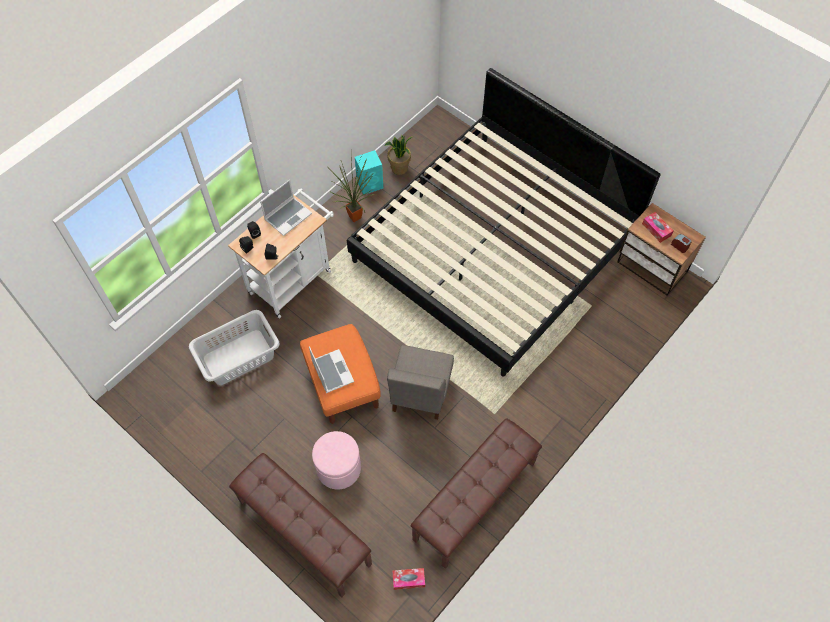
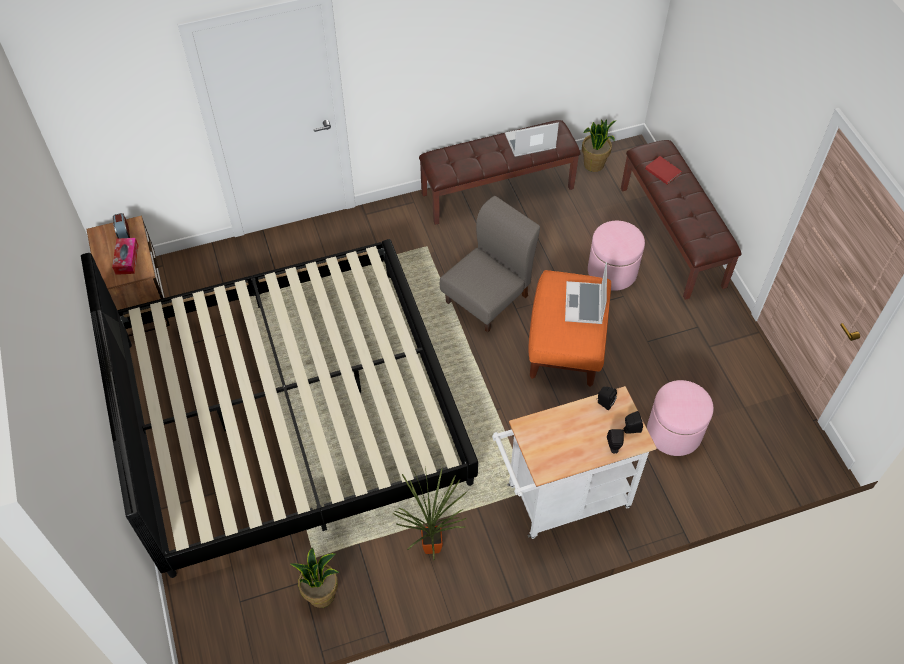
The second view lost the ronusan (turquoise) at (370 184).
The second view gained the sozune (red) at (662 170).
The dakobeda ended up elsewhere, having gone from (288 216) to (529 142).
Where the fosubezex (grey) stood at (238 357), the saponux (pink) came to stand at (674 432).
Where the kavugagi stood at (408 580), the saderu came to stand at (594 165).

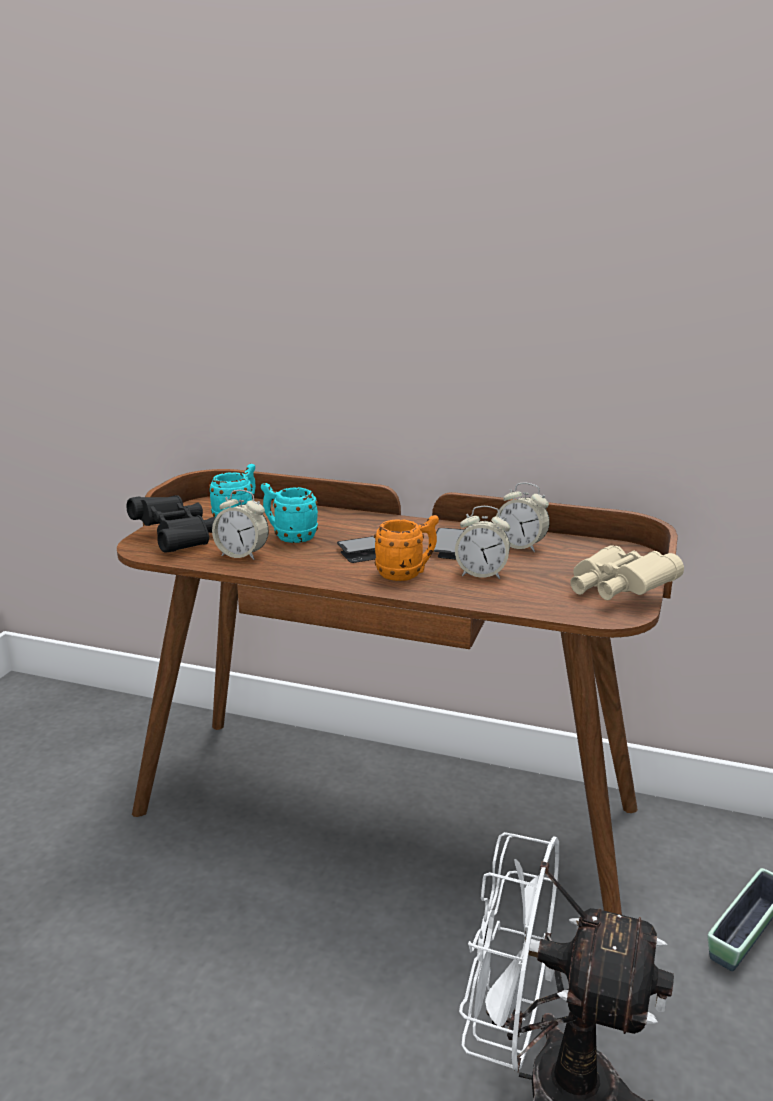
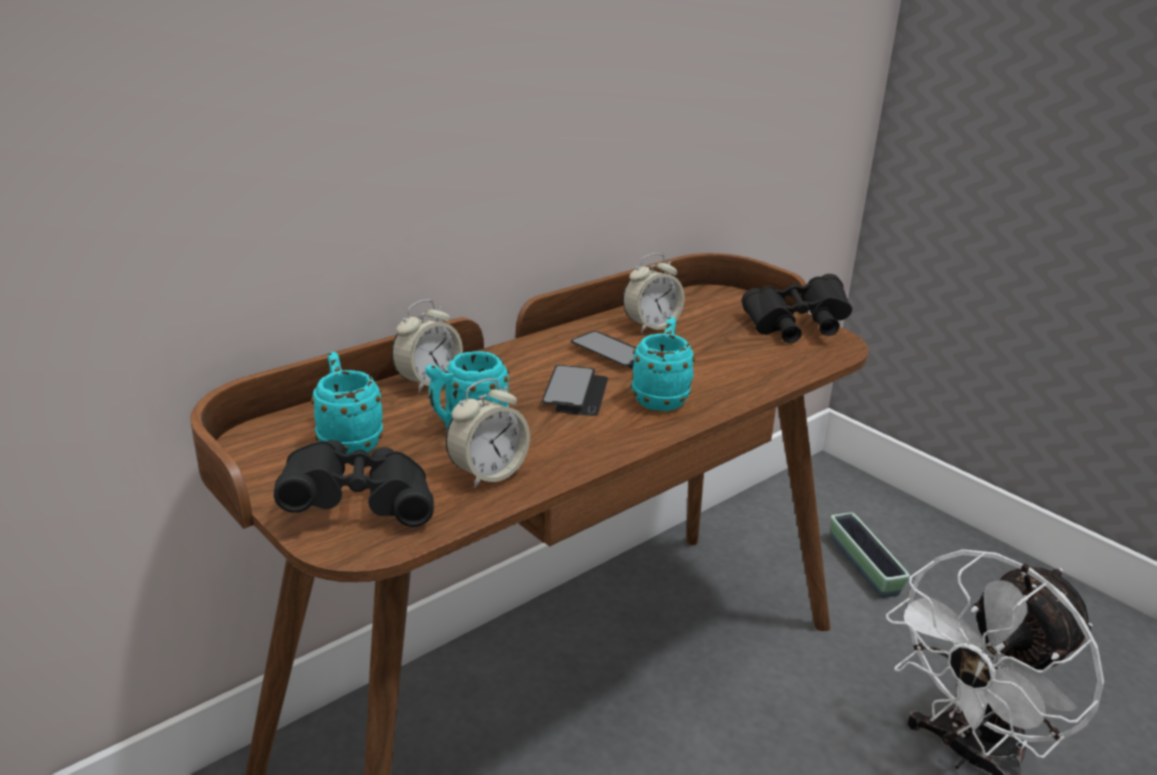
The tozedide ended up elsewhere, having gone from (481 574) to (428 382).
What was the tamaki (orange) at (407 574) turned into the tamaki (turquoise) at (661 397).
What was the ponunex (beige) at (616 592) turned into the ponunex (black) at (795 328).

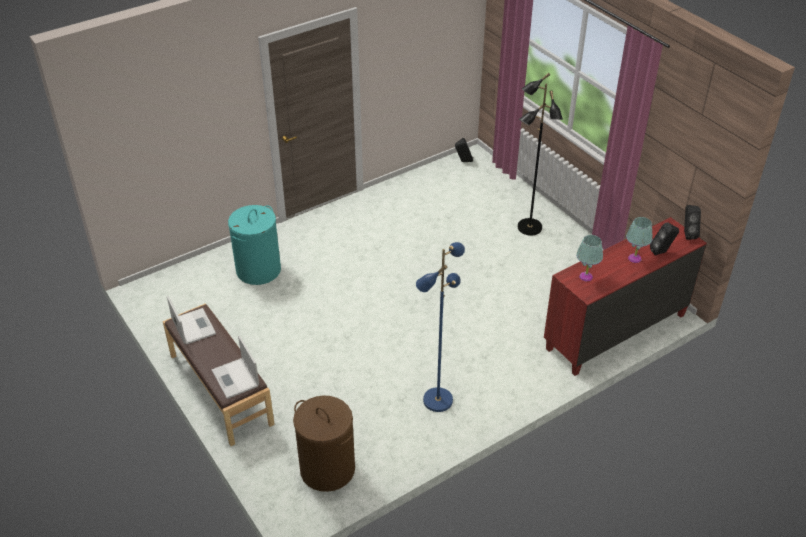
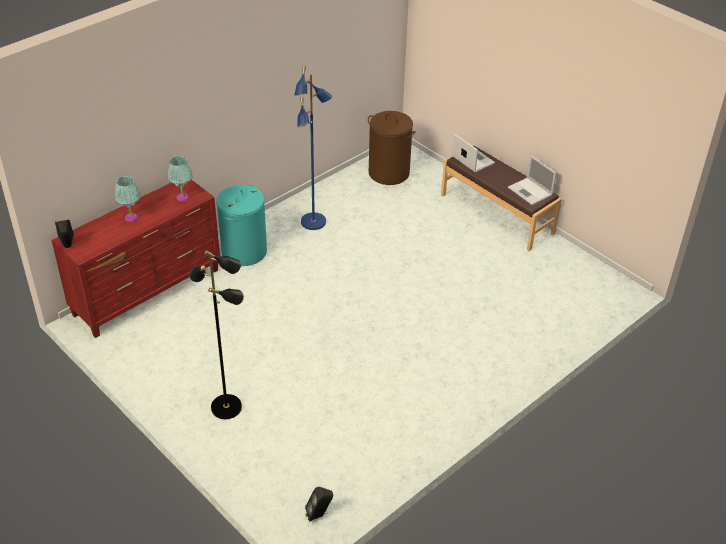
The second view lost the ronusan (black) at (662 252).
The fosubezex (turquoise) ended up elsewhere, having gone from (258 270) to (244 251).

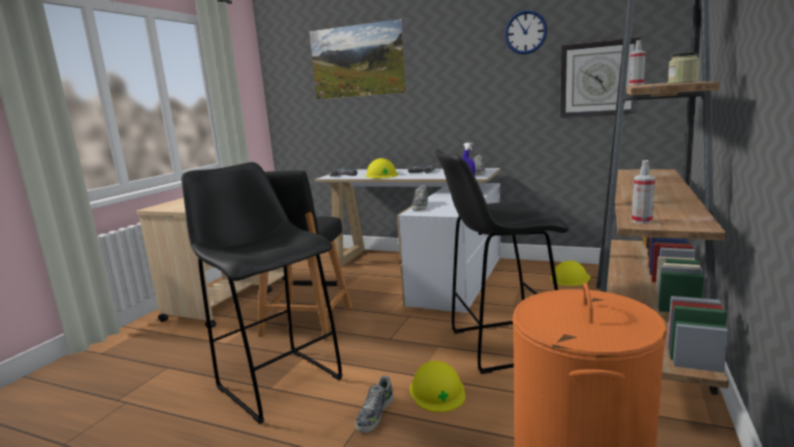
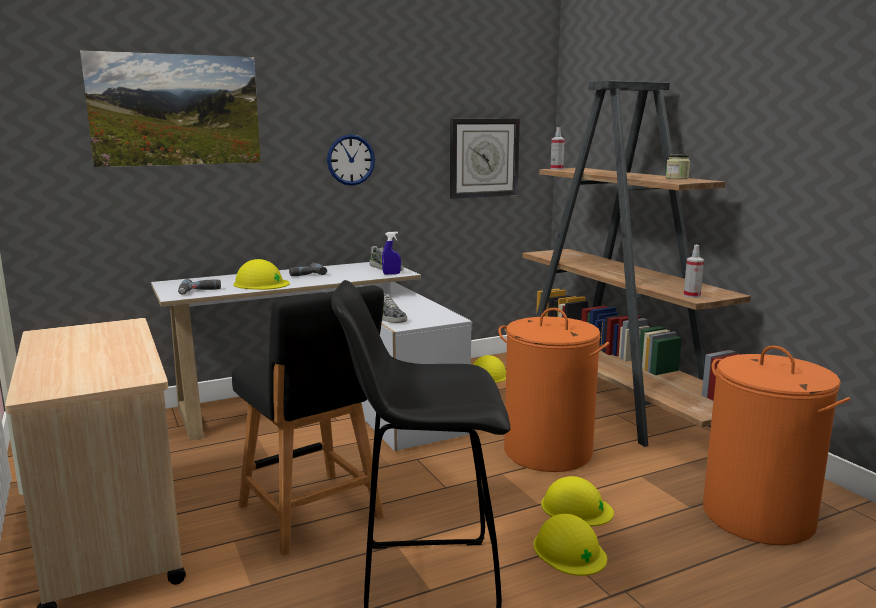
The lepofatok ended up elsewhere, having gone from (525 32) to (351 160).
Where the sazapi stood at (374 413), the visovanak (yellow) came to stand at (569 550).
Where the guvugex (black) stood at (499 346), the fosubezex (orange) came to stand at (547 452).

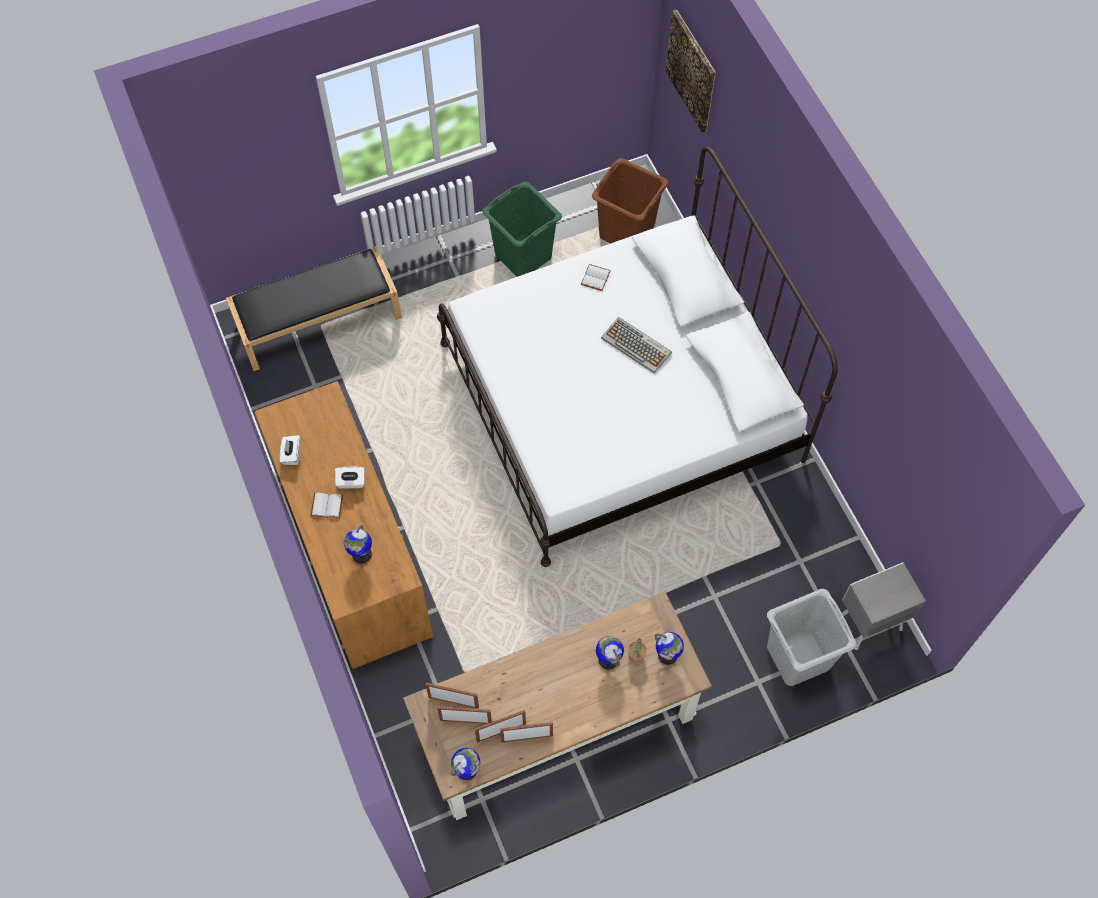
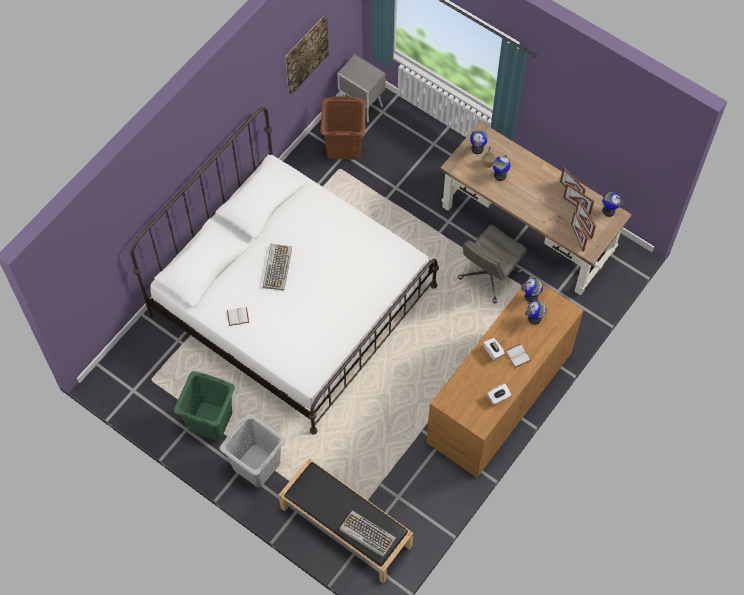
The second view gained the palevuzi at (367 534).
The second view gained the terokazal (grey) at (489 276).
The second view gained the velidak at (531 296).
The fosubezex (brown) ended up elsewhere, having gone from (626 232) to (344 146).
The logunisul ended up elsewhere, having gone from (692 71) to (306 54).
The fosubezex (grey) ended up elsewhere, having gone from (798 657) to (256 464).

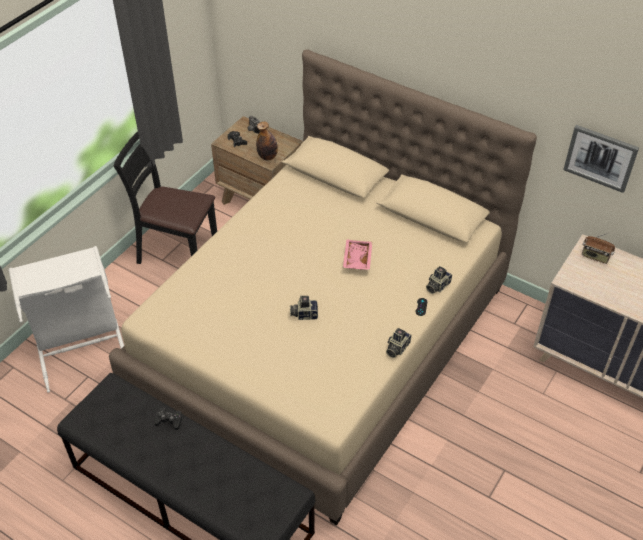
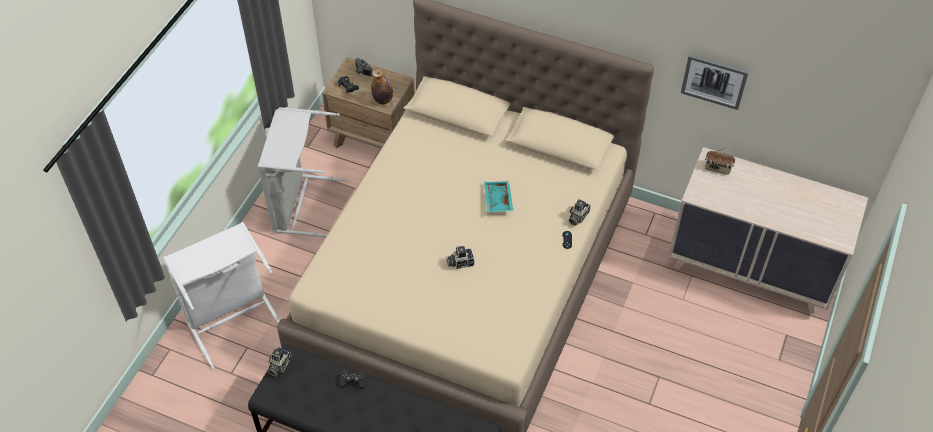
The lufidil ended up elsewhere, having gone from (396 348) to (278 365).
Where the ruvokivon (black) stood at (177 250), the fosubezex (grey) came to stand at (301 205).
What was the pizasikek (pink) at (356 259) turned into the pizasikek (turquoise) at (497 200).

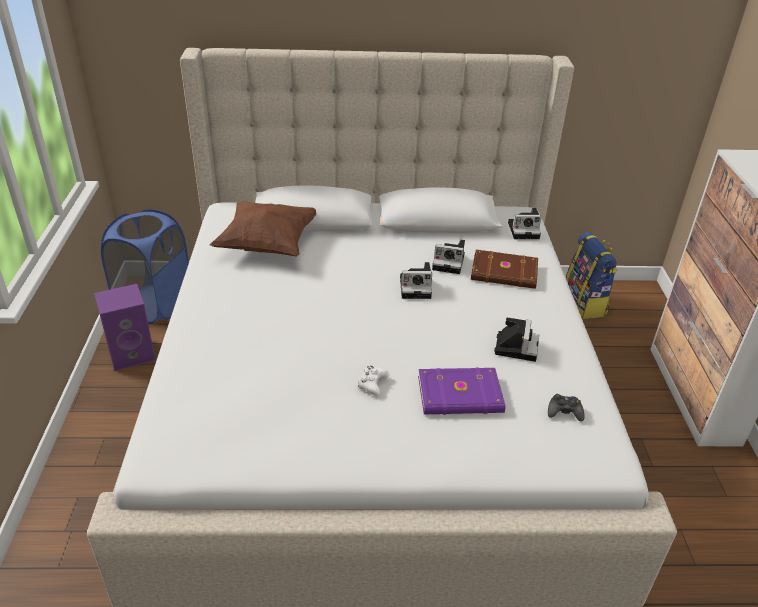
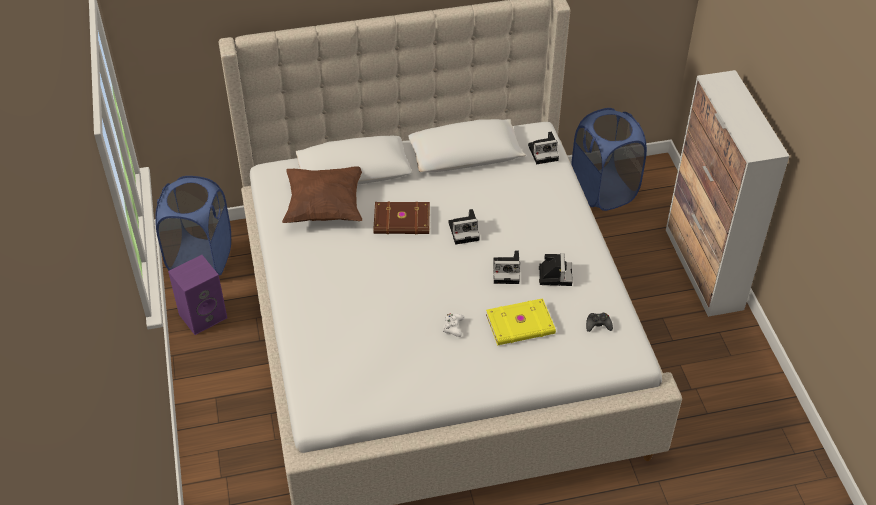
The lufidil ended up elsewhere, having gone from (450 262) to (507 271).
The sozune (brown) ended up elsewhere, having gone from (504 273) to (402 221).
Where the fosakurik stood at (585 304), the fosubezex (blue) came to stand at (603 191).
What was the sozune (purple) at (460 396) turned into the sozune (yellow) at (521 325).

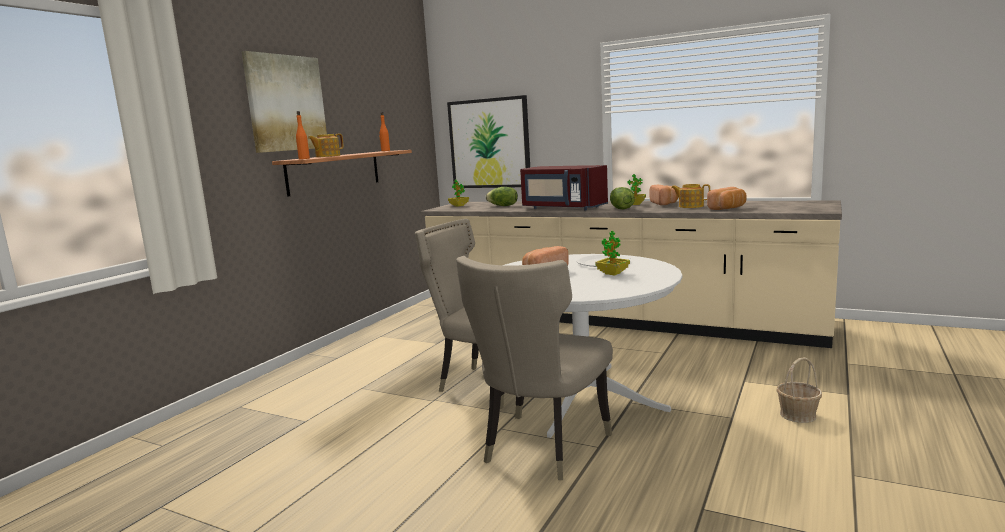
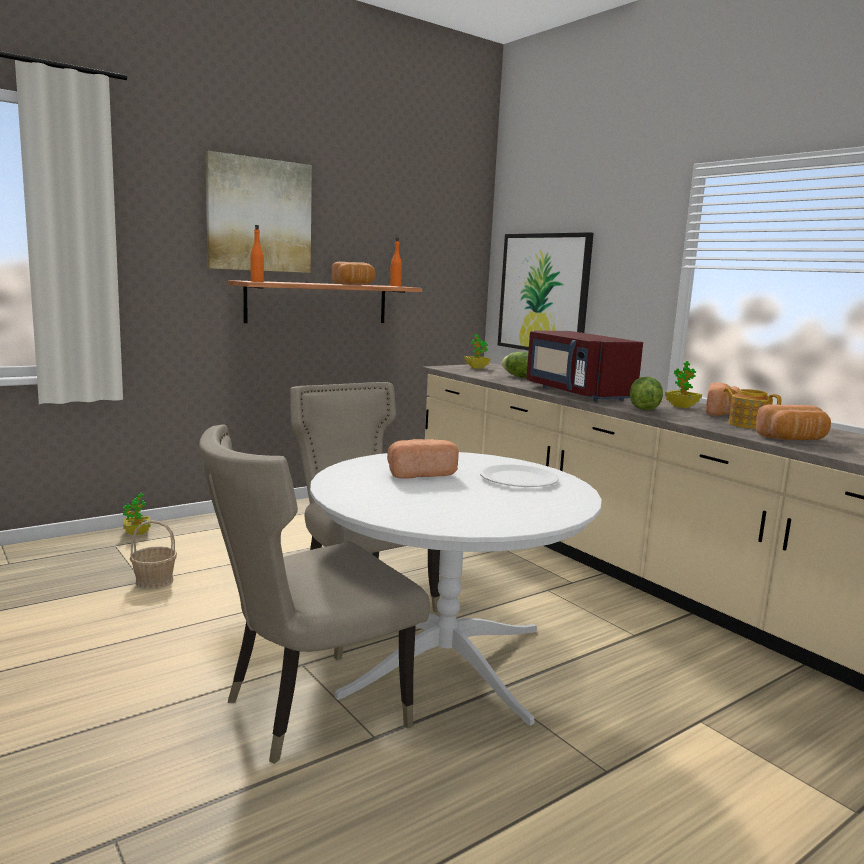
The second view lost the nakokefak at (327 156).
The second view gained the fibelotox at (354 284).
The saderu ended up elsewhere, having gone from (612 273) to (137 532).
The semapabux ended up elsewhere, having gone from (797 415) to (154 581).

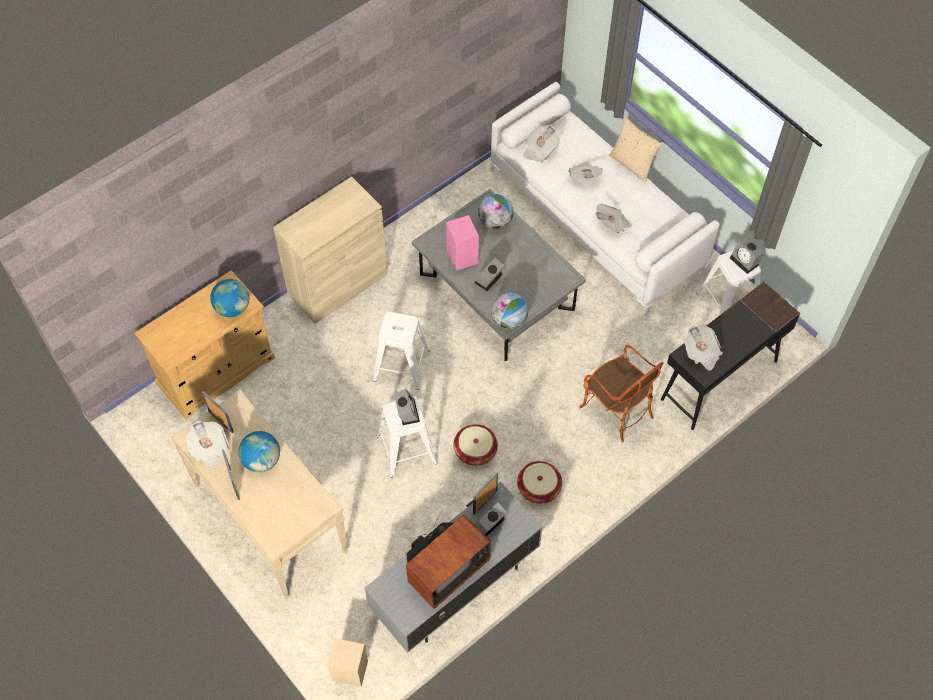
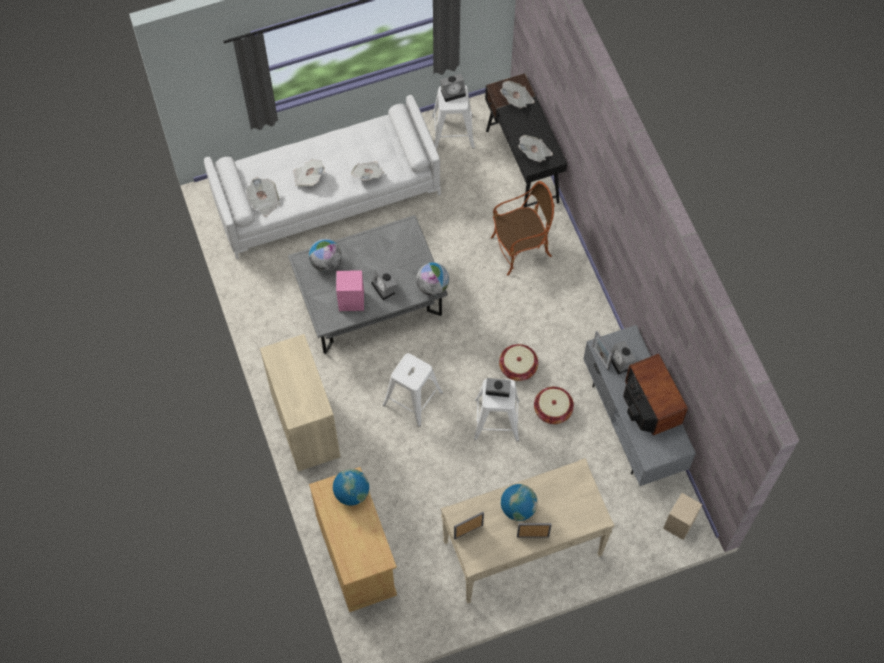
The second view lost the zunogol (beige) at (632 164).
The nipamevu ended up elsewhere, having gone from (209 449) to (517 100).
The semapabux ended up elsewhere, having gone from (539 488) to (553 410).

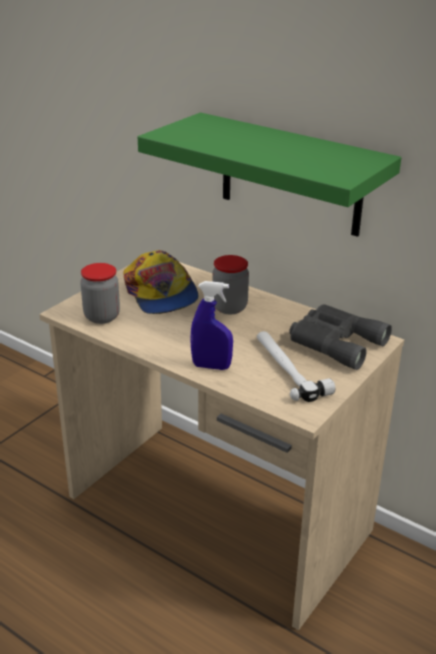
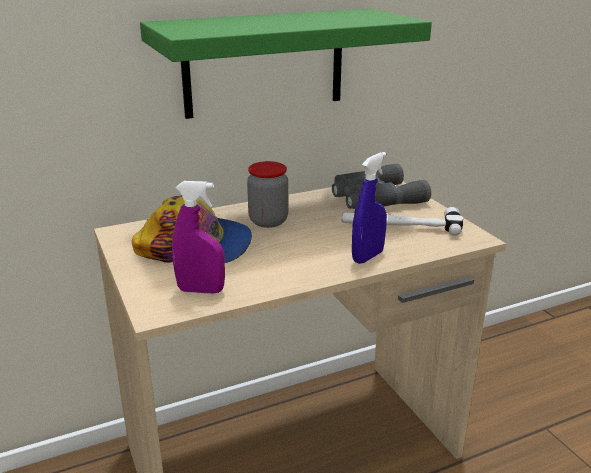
Where the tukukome stood at (102 316), the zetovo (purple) came to stand at (201 290).

